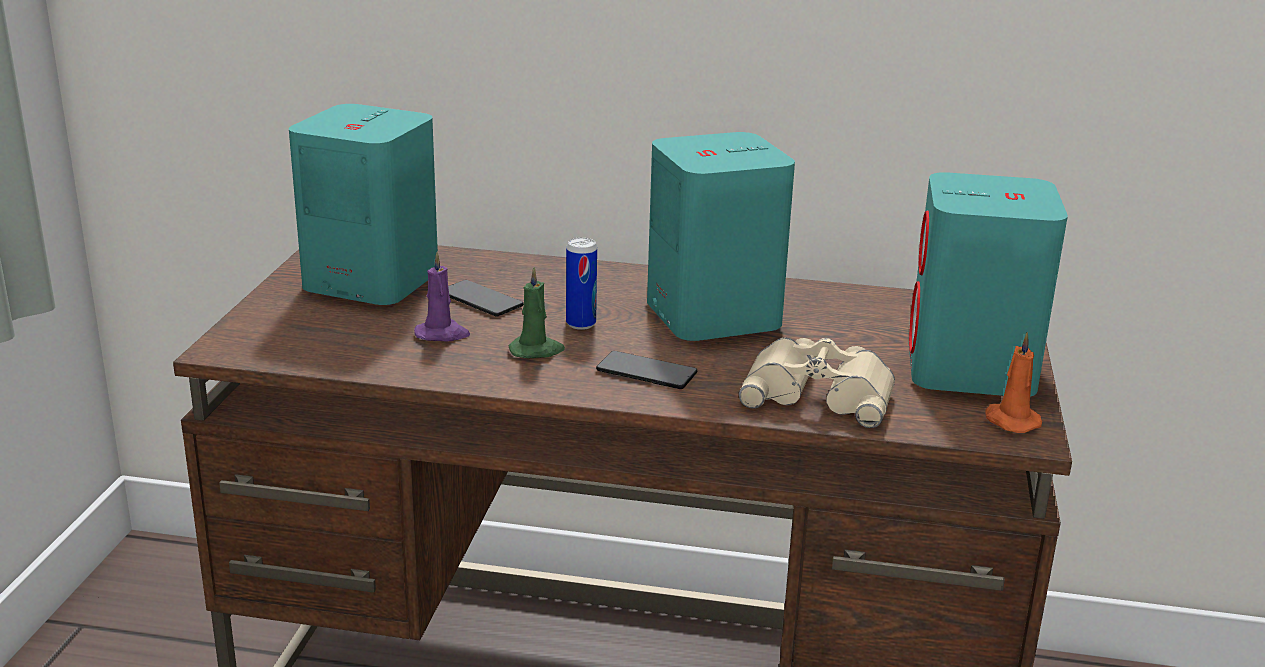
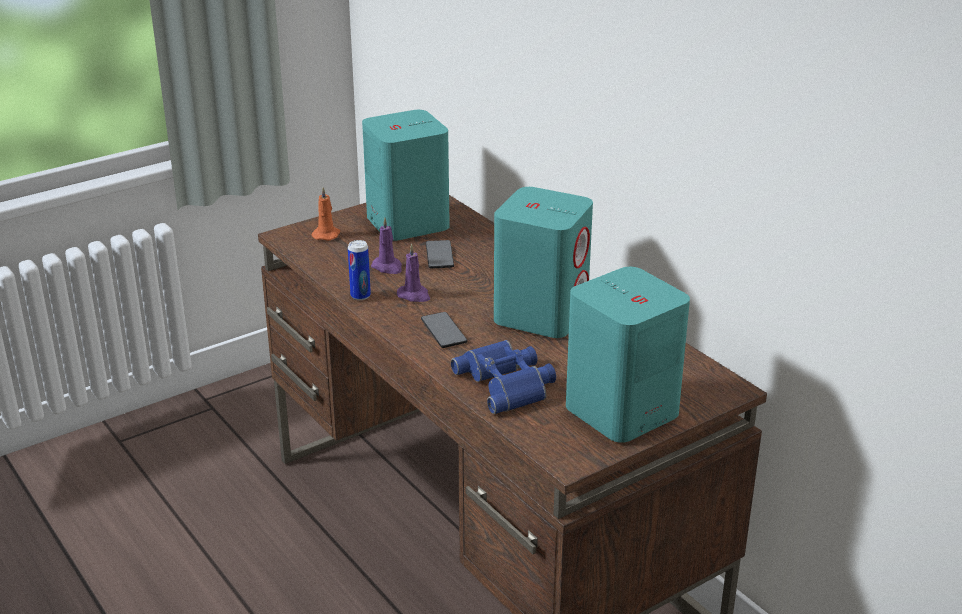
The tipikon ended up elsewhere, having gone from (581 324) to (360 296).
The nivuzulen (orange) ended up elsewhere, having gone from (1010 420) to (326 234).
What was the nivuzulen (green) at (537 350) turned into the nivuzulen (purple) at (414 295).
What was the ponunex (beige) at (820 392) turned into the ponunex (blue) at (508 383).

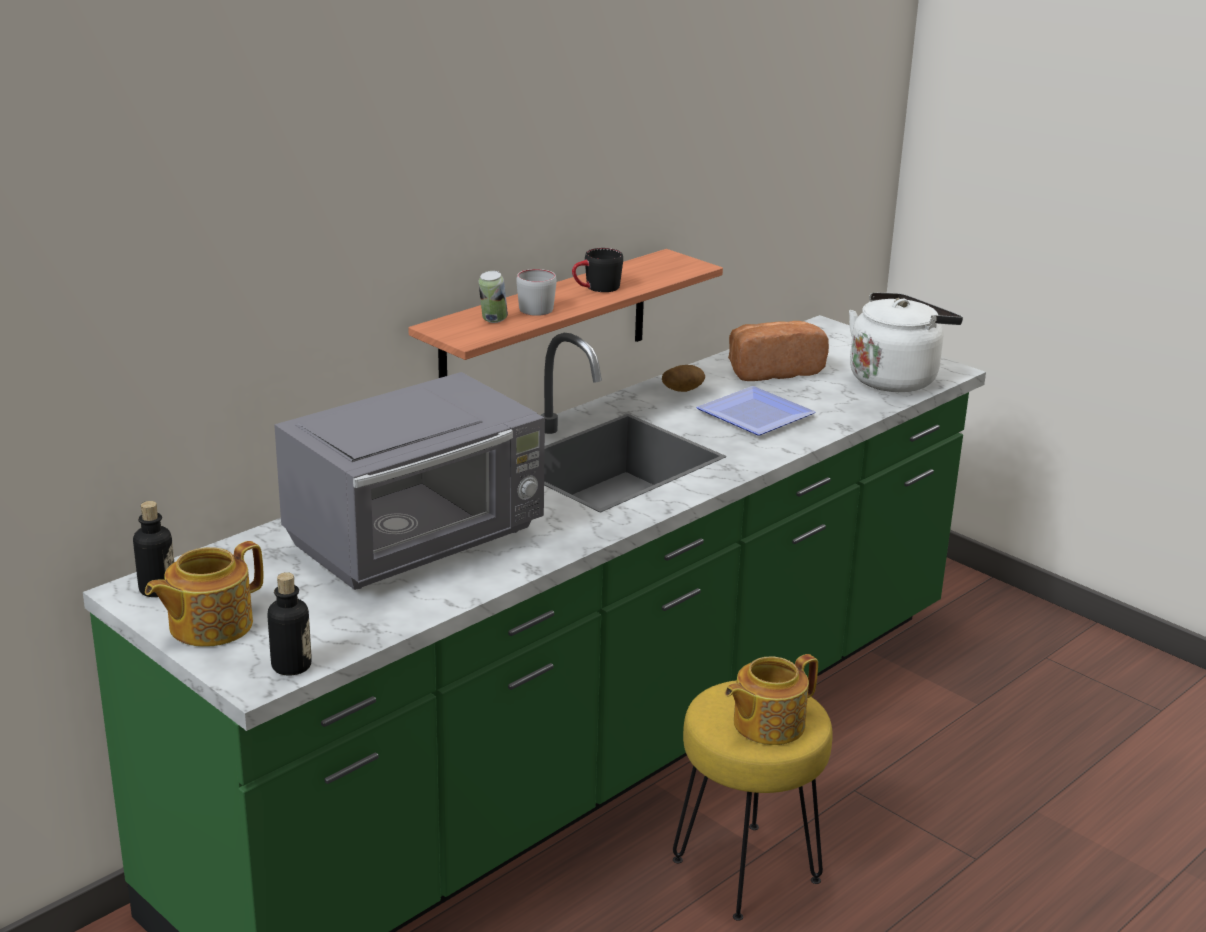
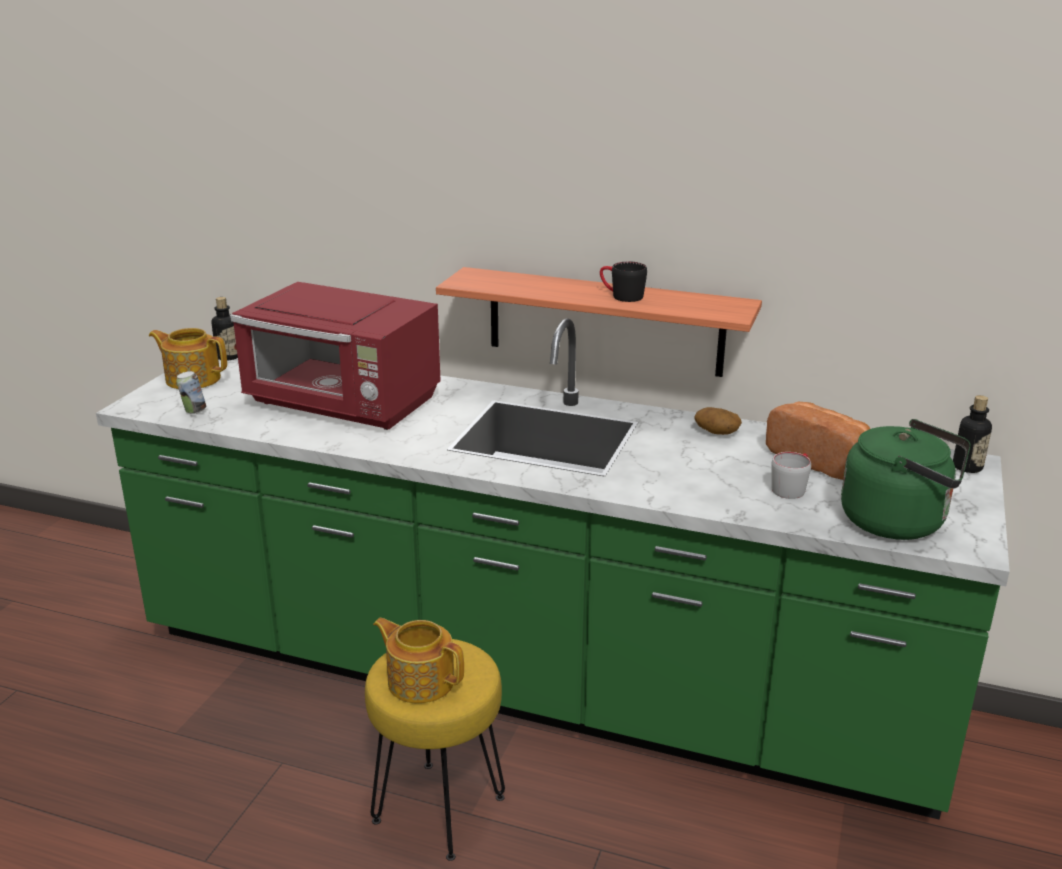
The second view lost the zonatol at (755 417).
The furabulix ended up elsewhere, having gone from (291 666) to (967 467).
The tipikon ended up elsewhere, having gone from (493 320) to (194 411).
The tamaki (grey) ended up elsewhere, having gone from (532 306) to (791 487).
What was the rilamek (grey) at (418 541) turned into the rilamek (red) at (344 404).
What was the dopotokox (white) at (896 378) turned into the dopotokox (green) at (899 522).

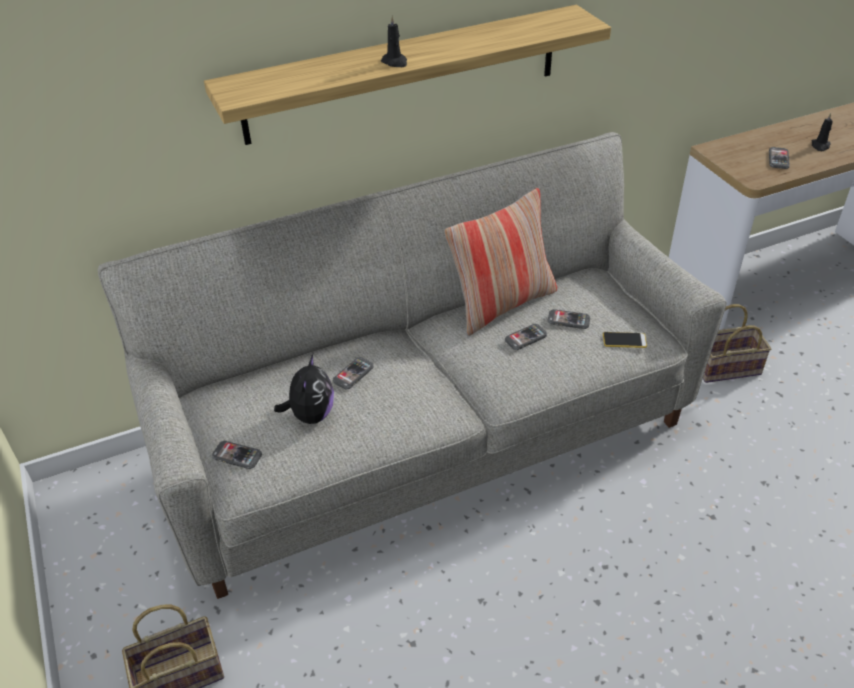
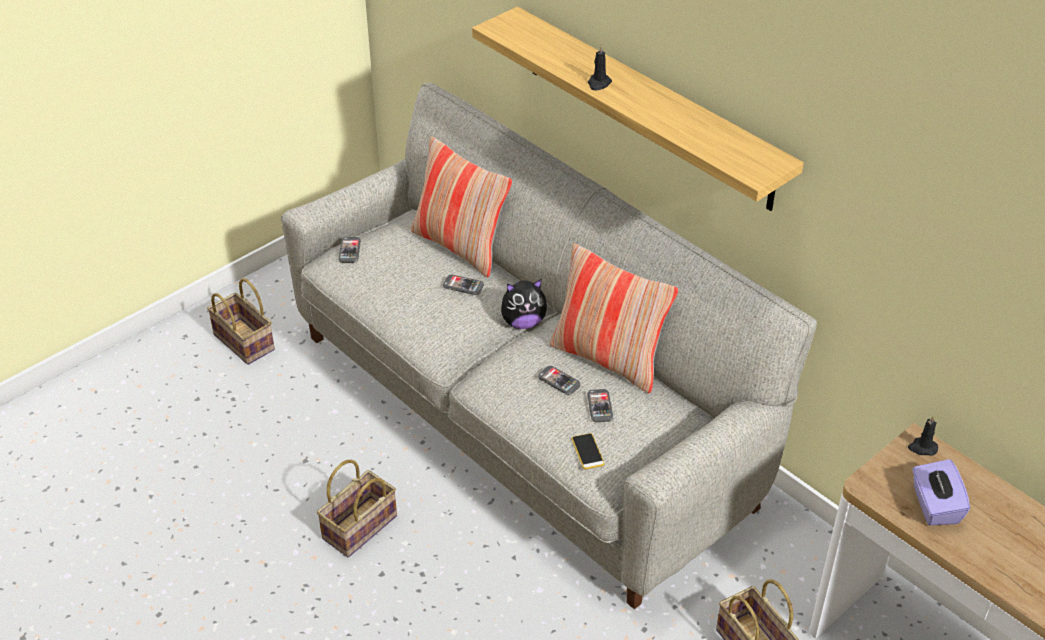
The second view gained the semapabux at (359 529).
The second view gained the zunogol at (460 246).
The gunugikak ended up elsewhere, having gone from (311 415) to (523 322).
The nivuzulen (black) ended up elsewhere, having gone from (820 146) to (922 448).
Where the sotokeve stood at (778 159), the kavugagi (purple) came to stand at (934 506).

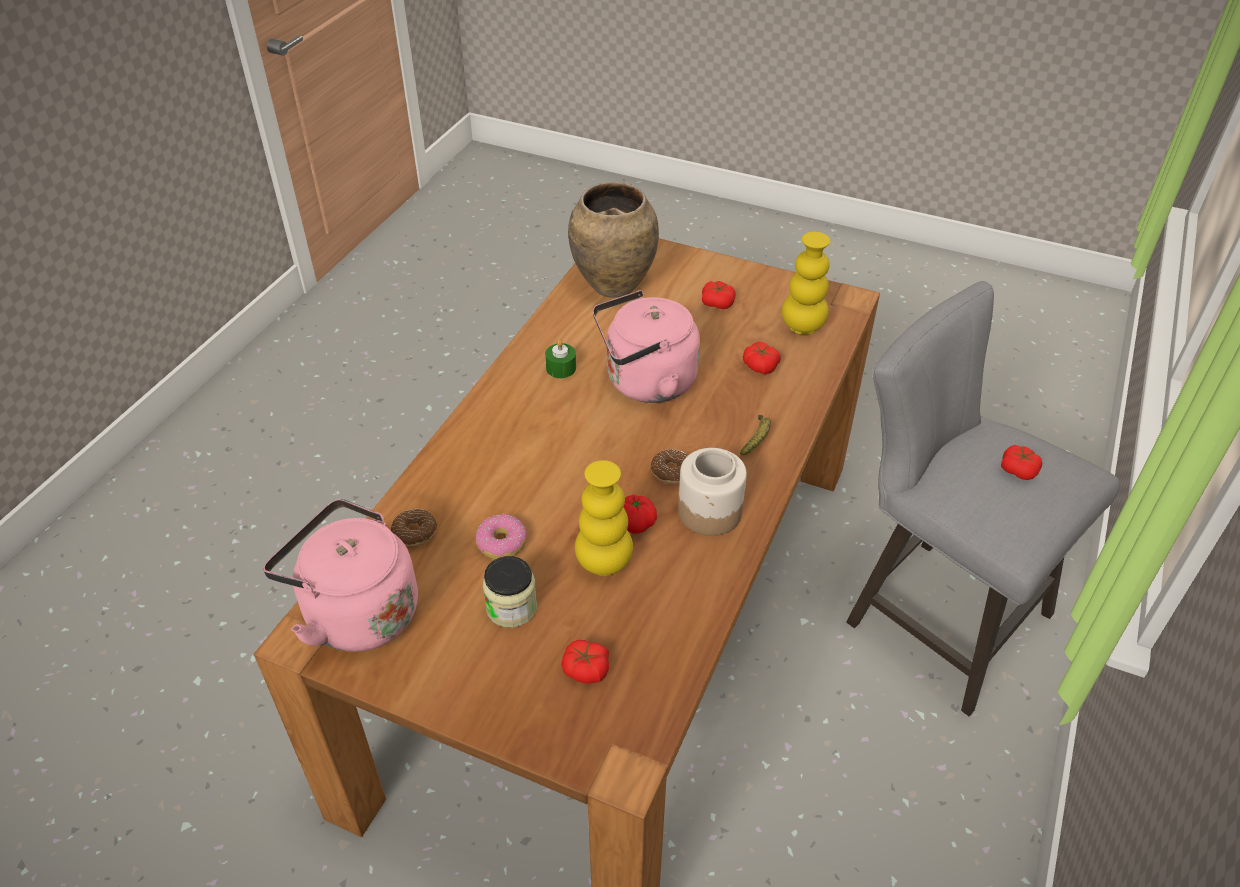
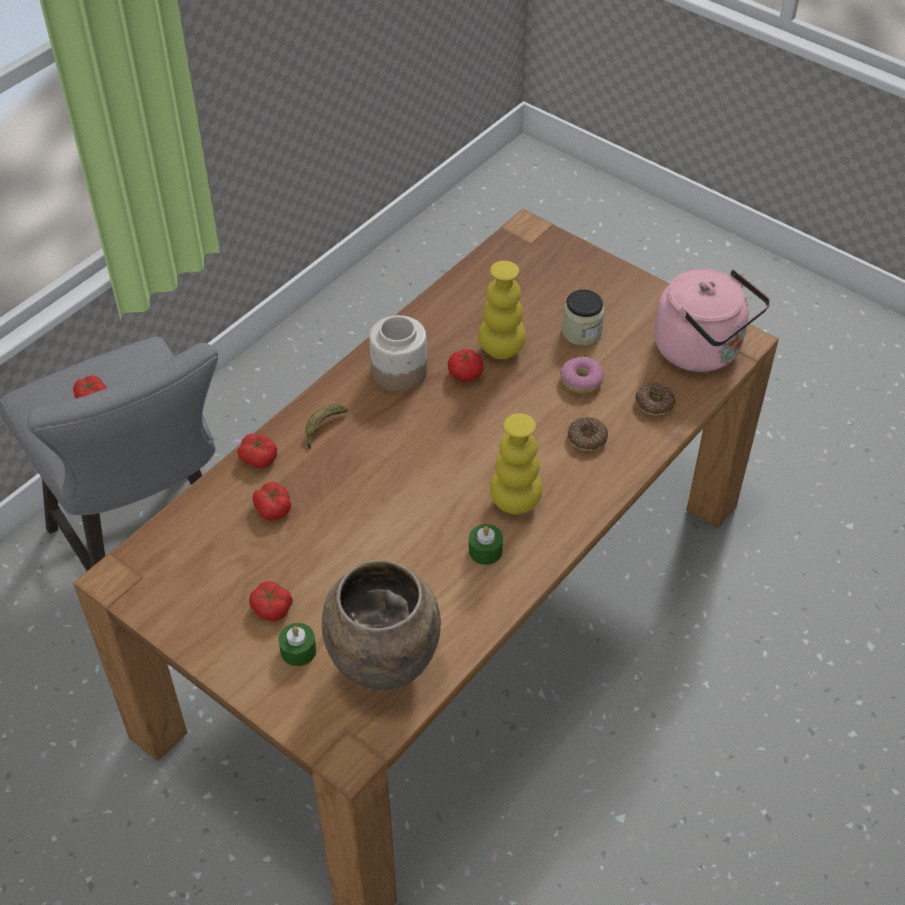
The second view lost the dopotokox (pink) at (645 383).
The second view gained the nivuzulen (green) at (298 651).
The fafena ended up elsewhere, having gone from (586 669) to (258 458).
The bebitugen ended up elsewhere, having gone from (671 471) to (587 438).
The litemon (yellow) ended up elsewhere, having gone from (802 327) to (515 502).

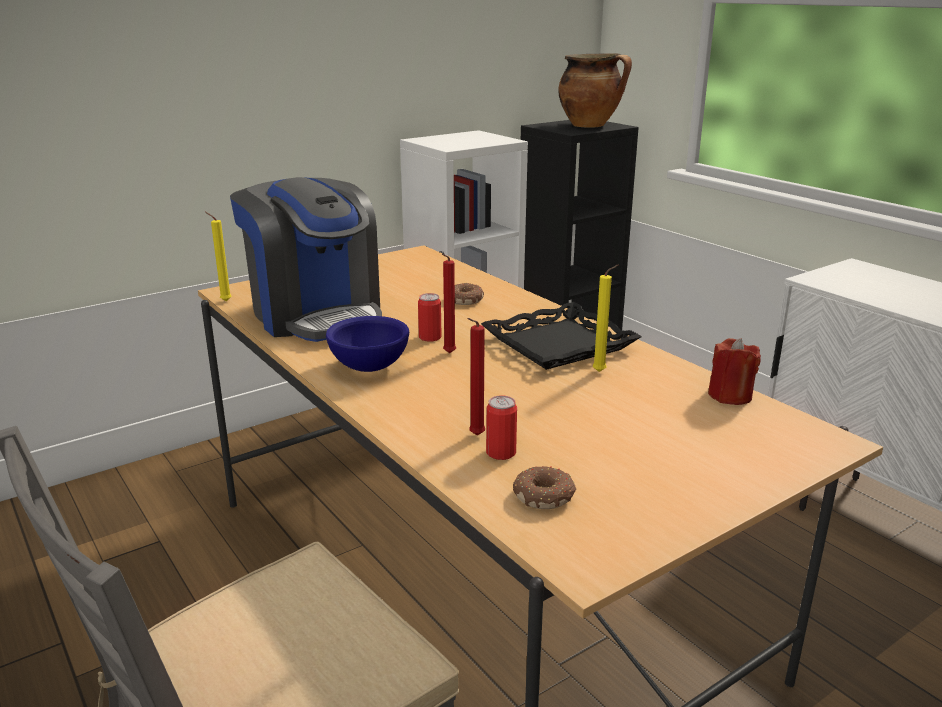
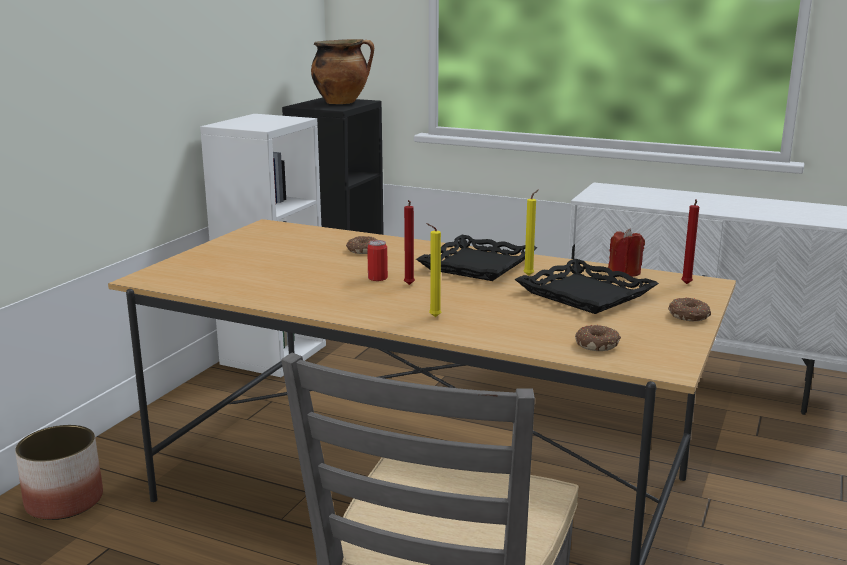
The second view lost the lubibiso at (316 314).
The second view lost the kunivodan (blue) at (368 367).
The second view lost the tipikon at (501 452).
The second view gained the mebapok at (64 501).
The second view gained the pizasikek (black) at (584 294).
The second view gained the bebitugen at (688 316).
The nivuzulen (yellow) ended up elsewhere, having gone from (224 301) to (433 317).
The nivuzulen (red) ended up elsewhere, having gone from (475 436) to (686 284).

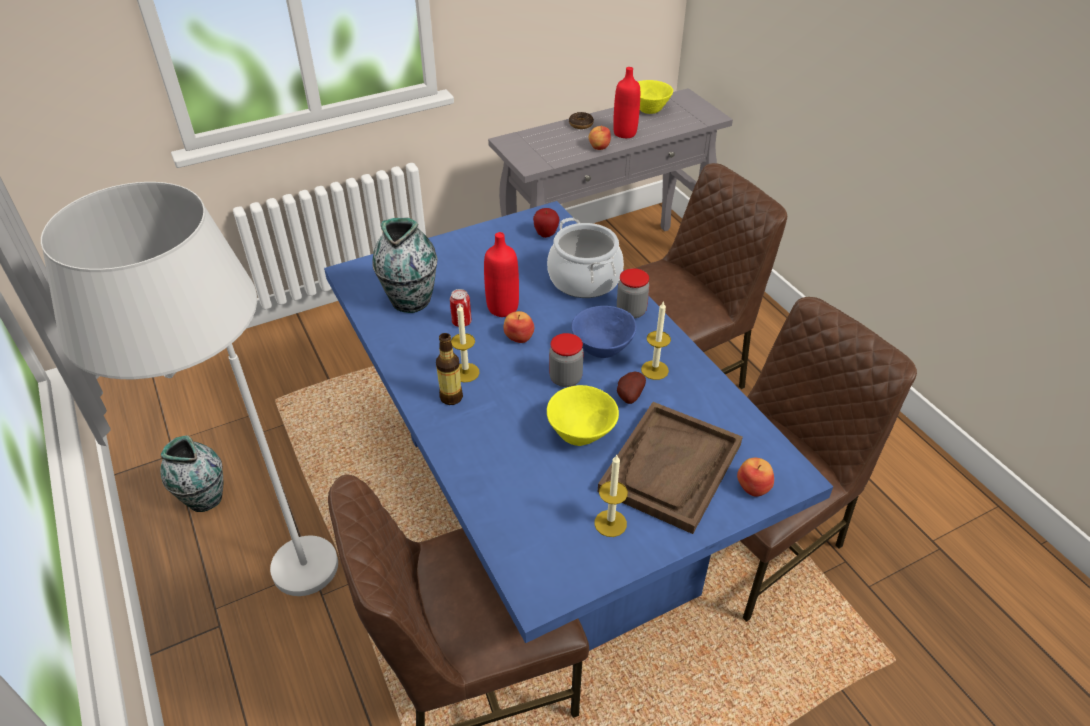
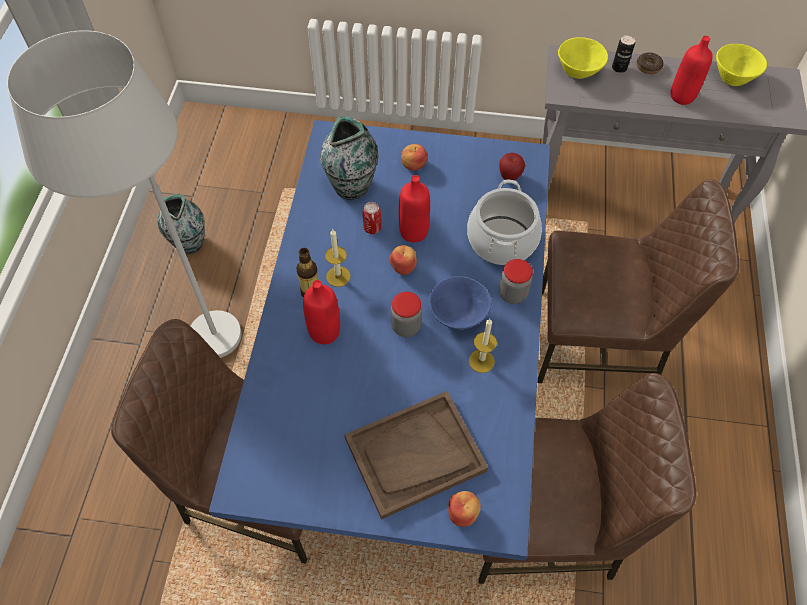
The second view lost the nivuzulen at (610 523).
The second view lost the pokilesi at (628 396).
The second view gained the furabulix (red) at (324 332).
The second view gained the tipikon at (619 68).
The kunivodan (yellow) ended up elsewhere, having gone from (582 434) to (579 72).
The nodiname ended up elsewhere, having gone from (599 147) to (413 164).

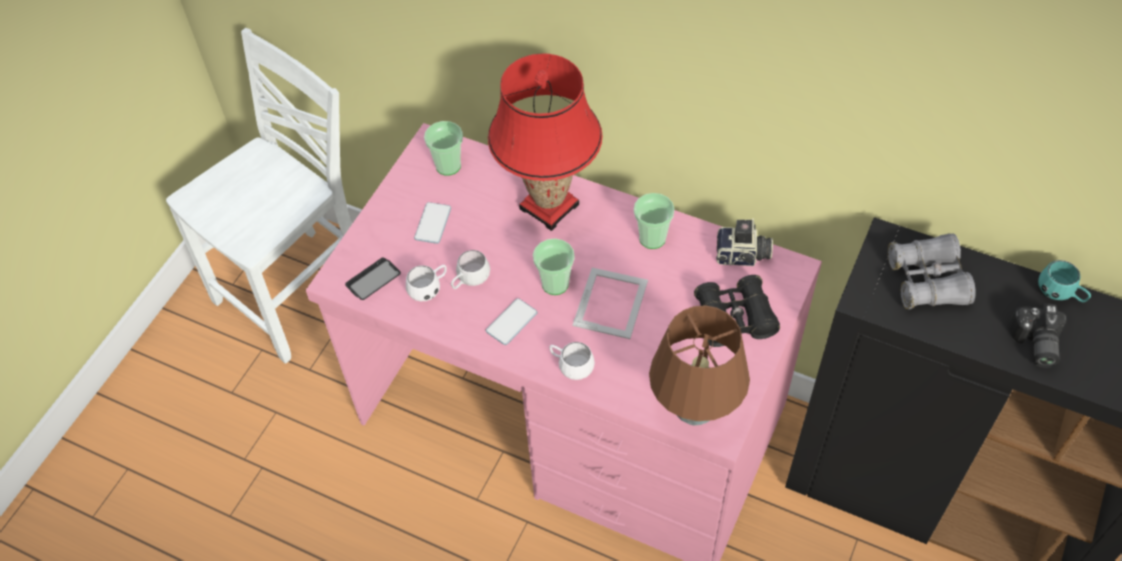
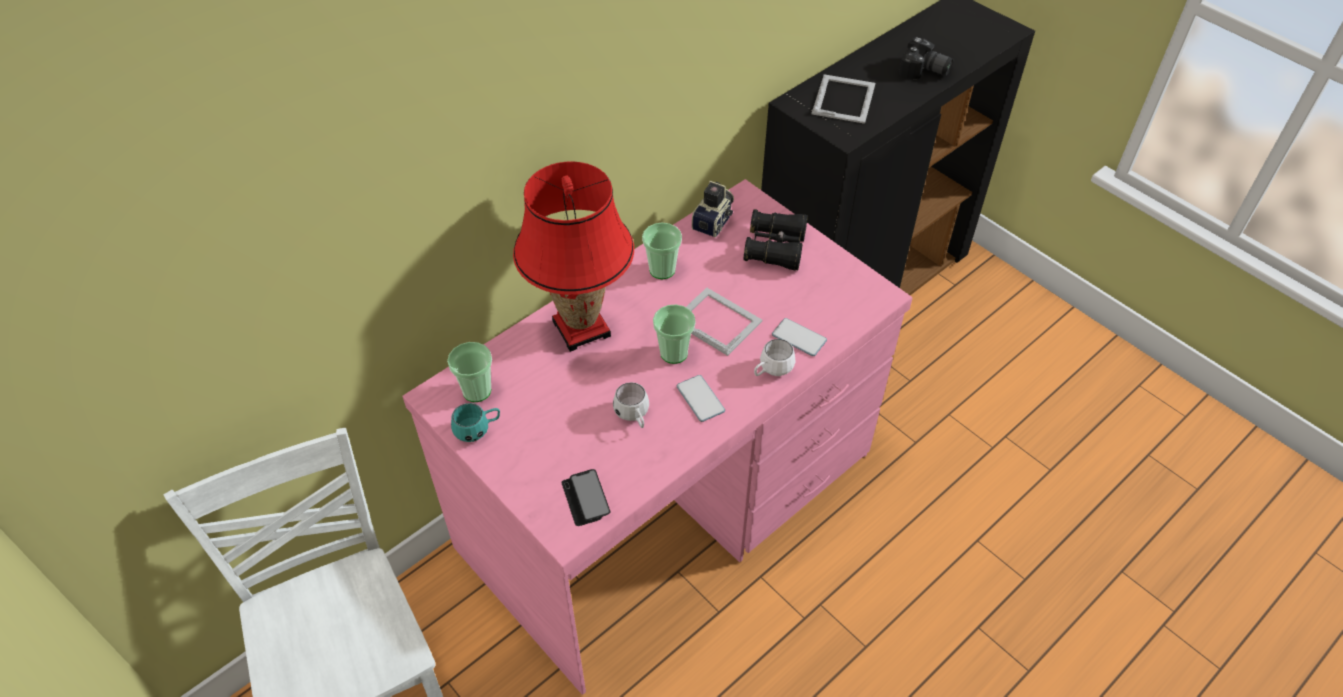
The second view lost the tamaki (white) at (429 289).
The second view lost the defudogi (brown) at (695 413).
The sotokeve ended up elsewhere, having gone from (433 223) to (799 338).
The tamaki (turquoise) ended up elsewhere, having gone from (1060 294) to (478 430).
Where the ponunex (grey) stood at (927 281), the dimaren came to stand at (844 98).

